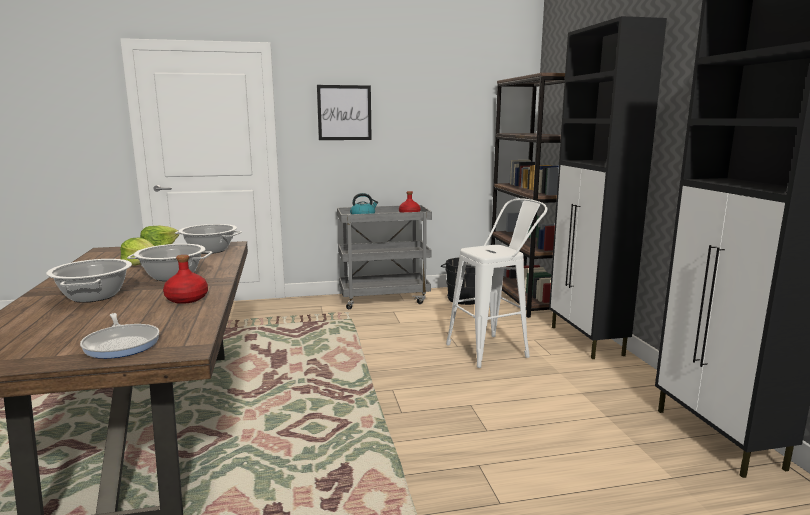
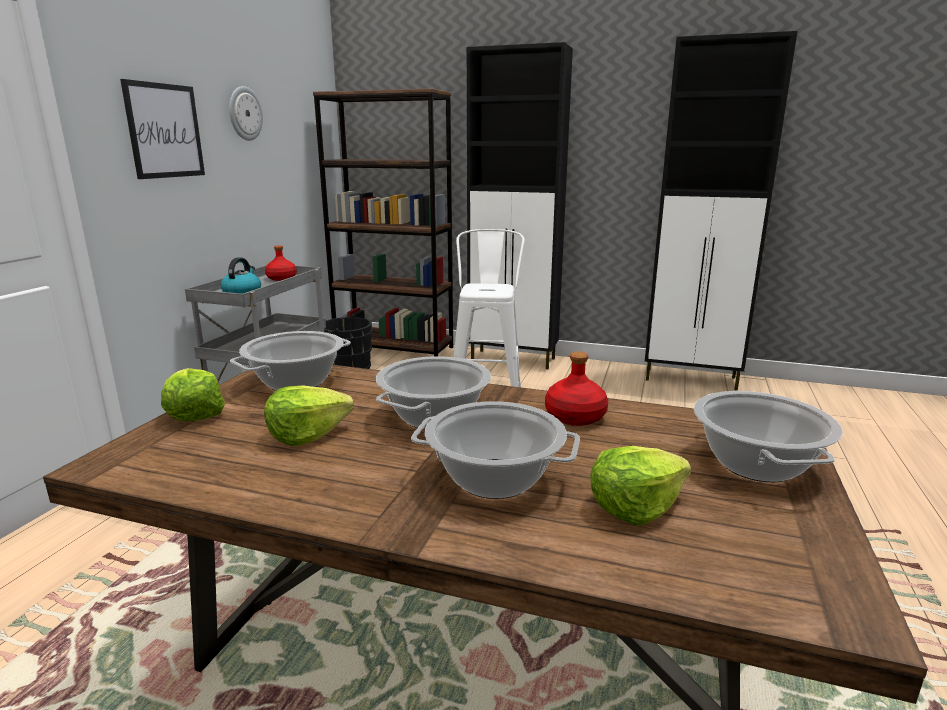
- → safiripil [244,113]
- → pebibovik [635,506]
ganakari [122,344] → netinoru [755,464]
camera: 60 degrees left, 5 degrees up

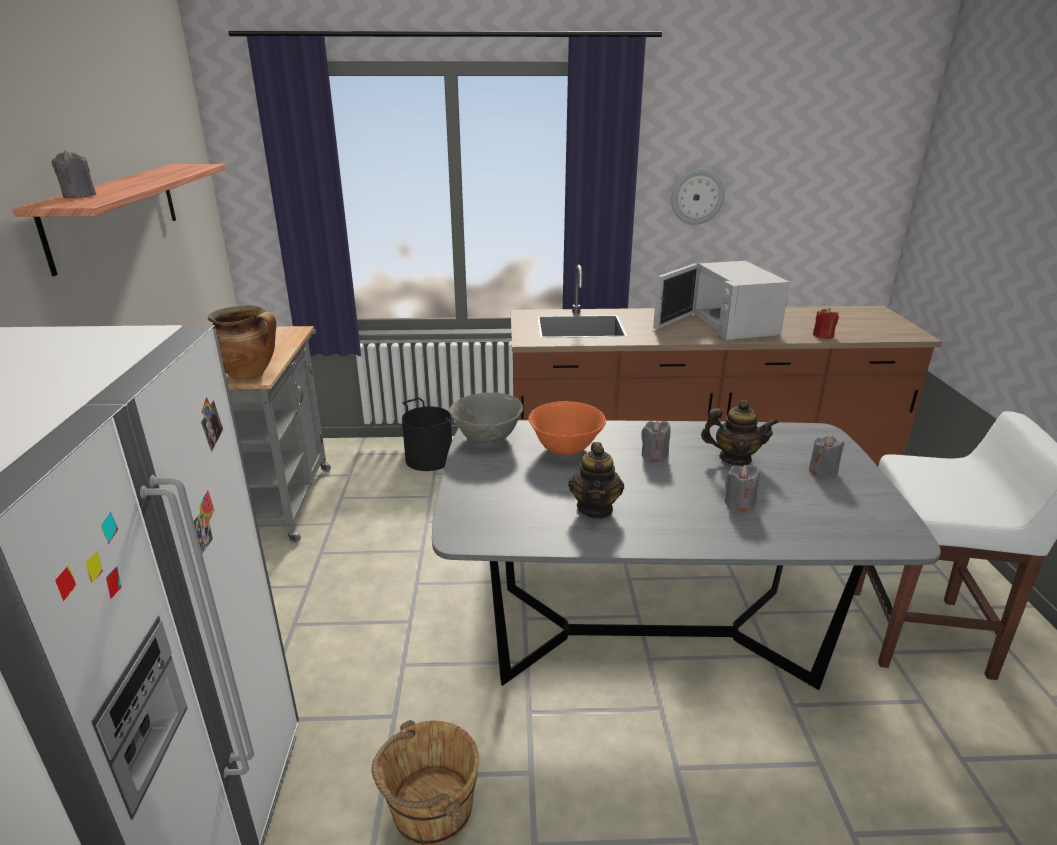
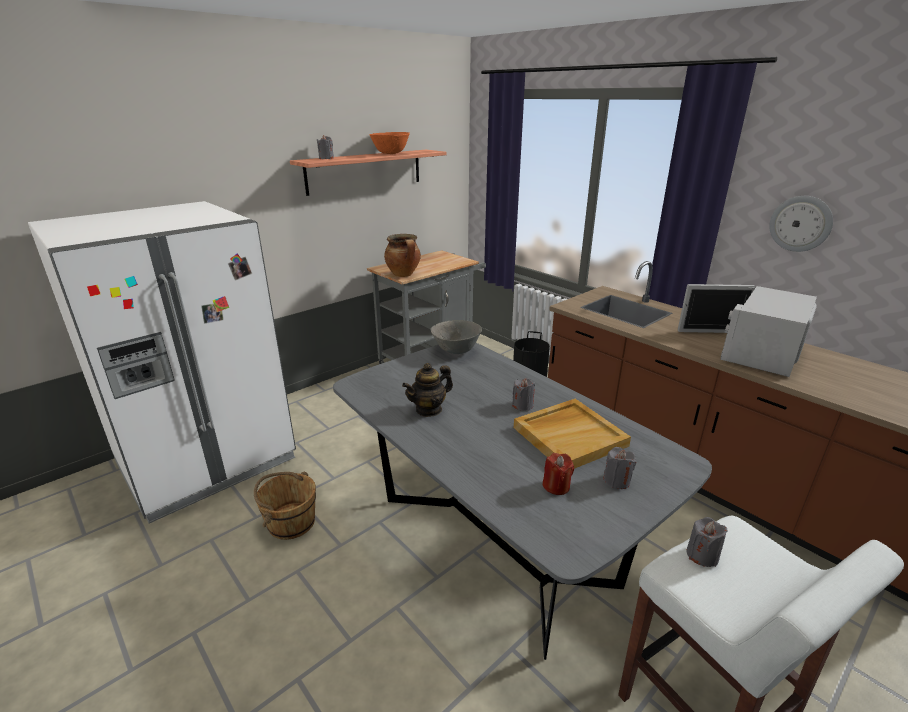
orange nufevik [566,449] → orange nufevik [390,154], relocated
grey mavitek [739,503] → grey mavitek [702,555], relocated
red mavitek [823,336] → red mavitek [556,486], relocated
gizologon [734,458] → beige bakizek [569,436]
camera: 50 degrees right, 0 degrees up

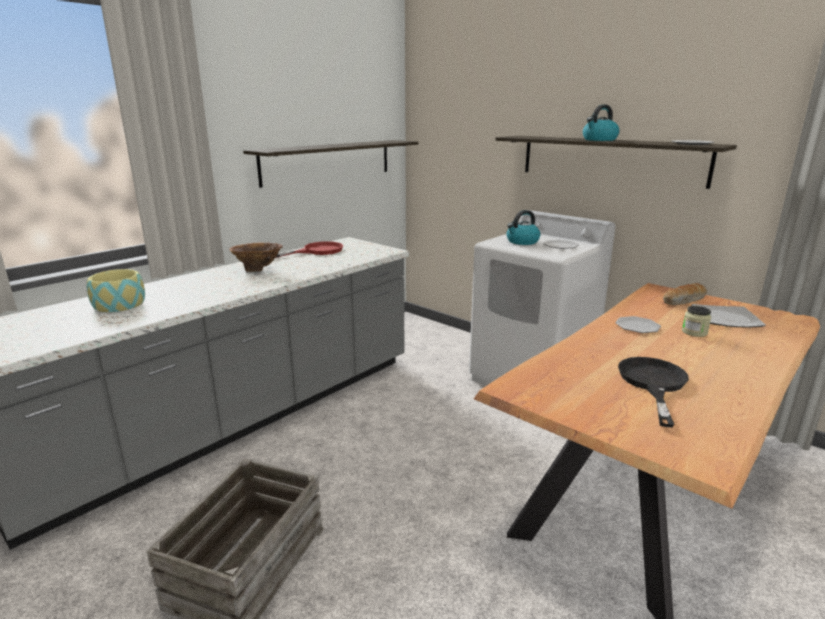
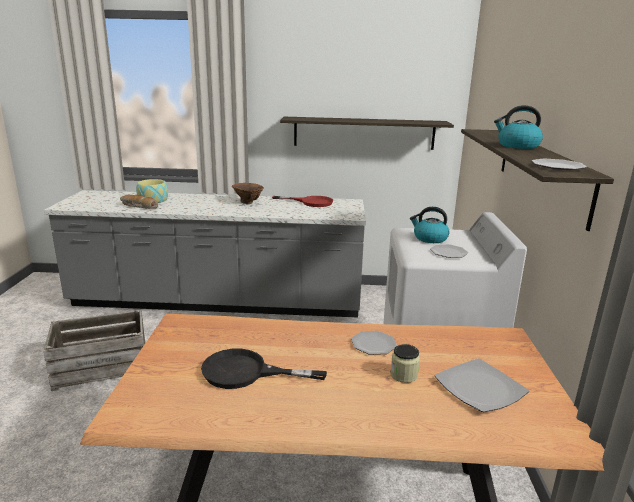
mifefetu [684,301] → mifefetu [138,206], relocated
black ganakari [652,384] → black ganakari [246,372], 150 degrees counterclockwise
camera: 50 degrees right, 0 degrees up

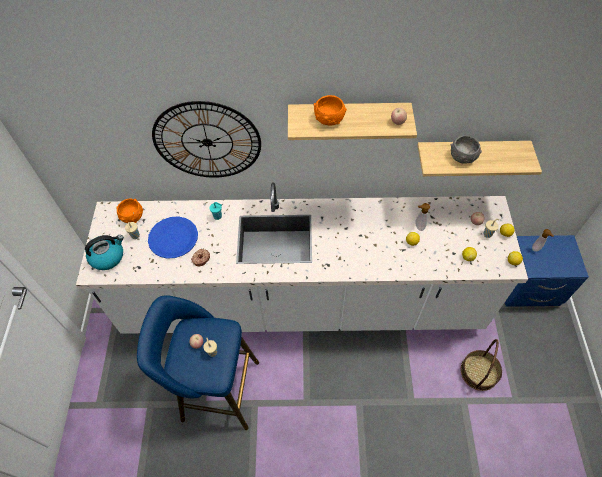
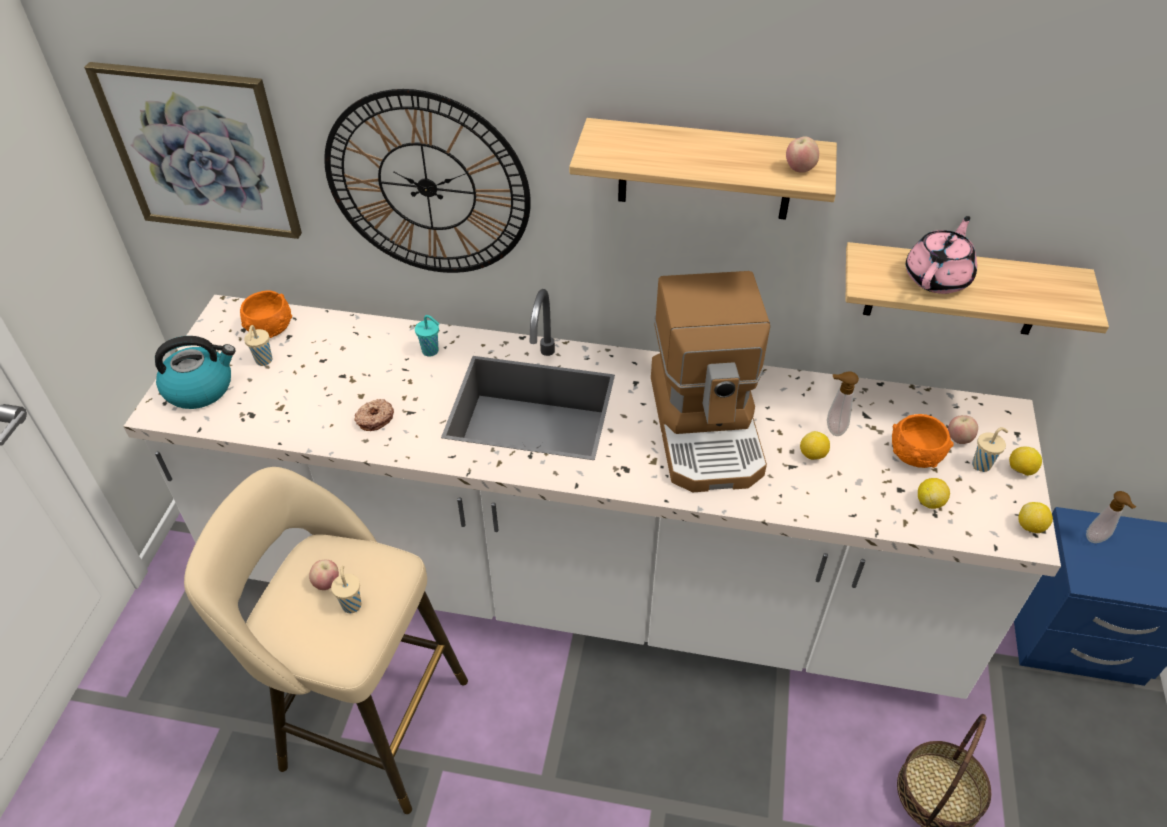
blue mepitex [173,238] → -
- → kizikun [201,152]
- → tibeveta [707,427]
orange nufevik [329,119] → orange nufevik [915,455], relocated
grey nufevik [462,157] → pink gizologon [937,278]
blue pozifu [215,390] → beige pozifu [365,720]
camera: 10 degrees right, 10 degrees down

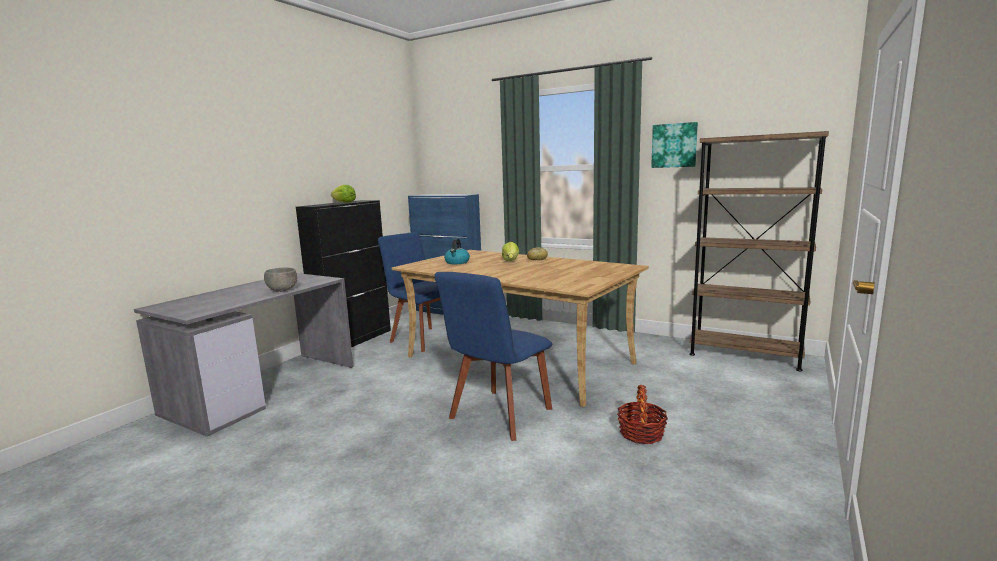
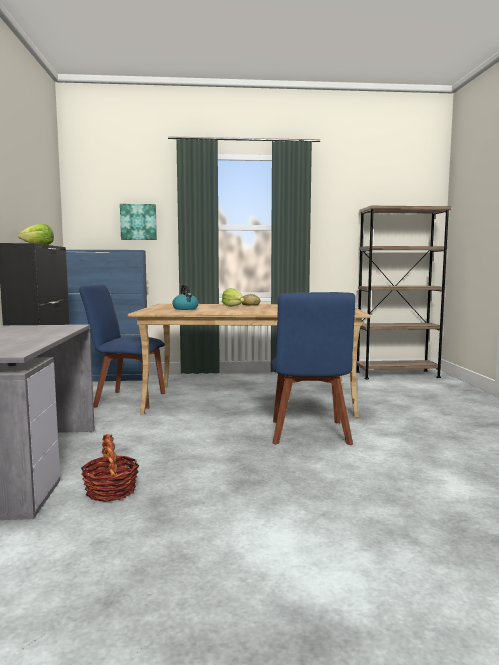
grey nufevik [282,290] → -
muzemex [641,433] → muzemex [111,491], relocated
kizikun [674,145] → kizikun [138,222], relocated
camera: 35 degrees left, 5 degrees down

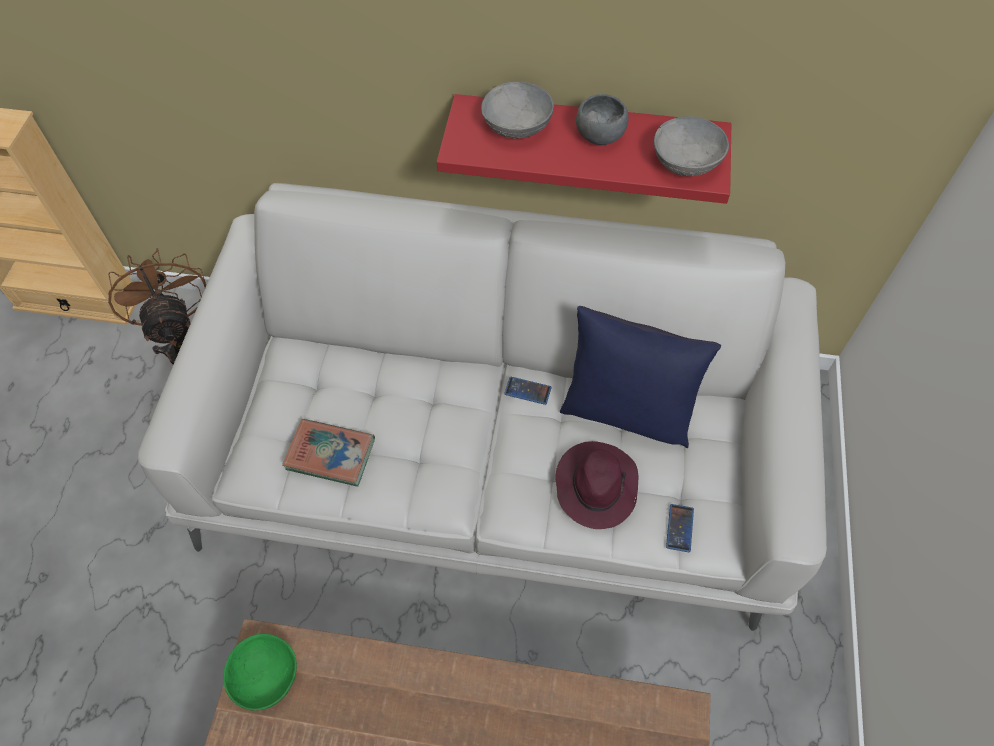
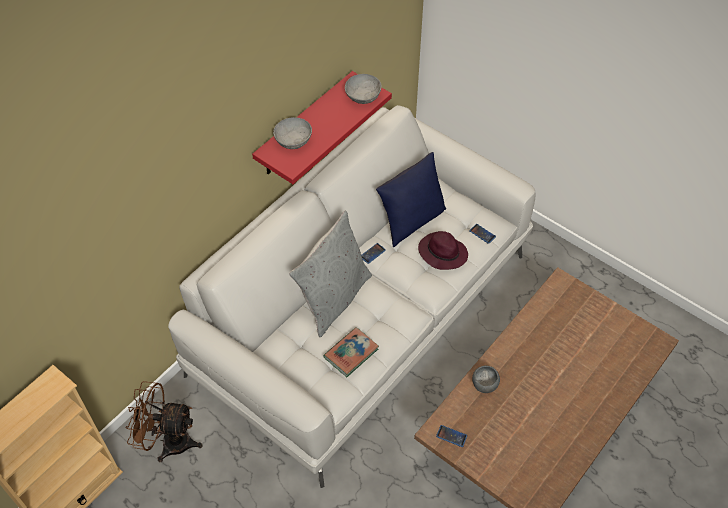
- → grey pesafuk [334,298]
grey nufevik [599,134] → grey nufevik [484,384], relocated
green nufevik [265,677] → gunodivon [451,436]
camera: 60 degrees left, 5 degrees down

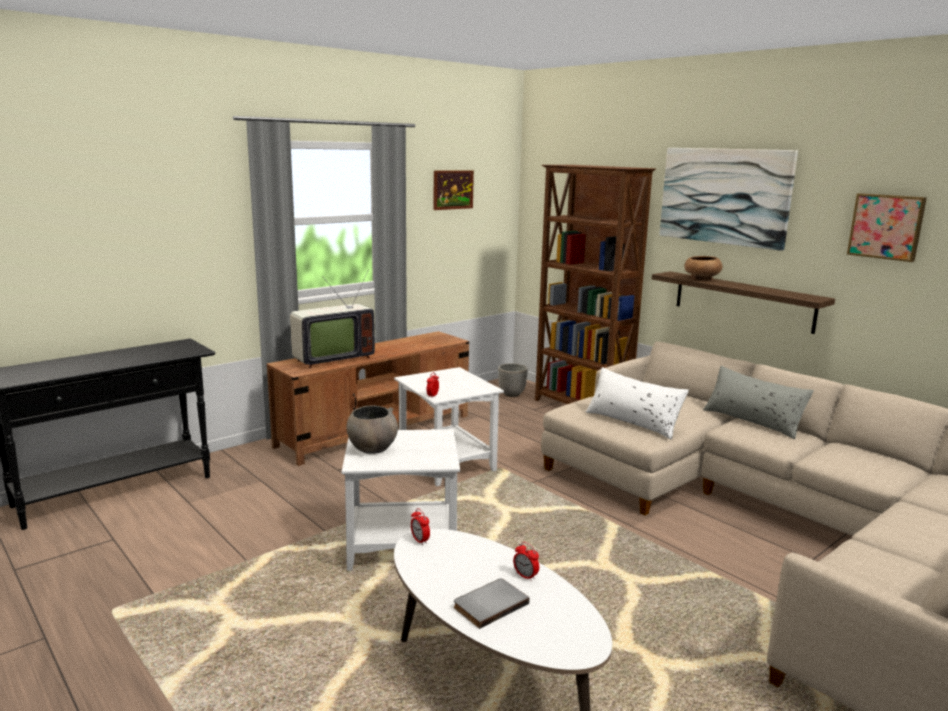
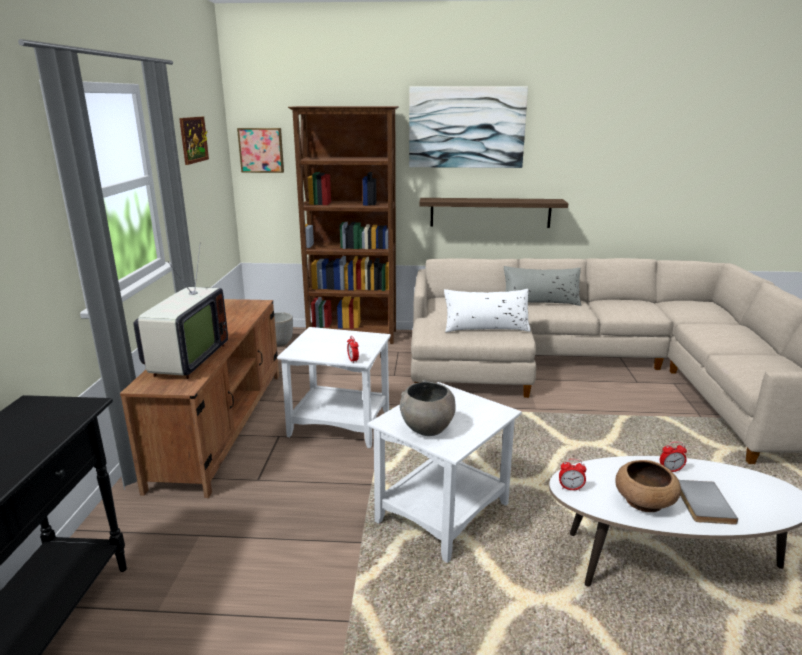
brown nufevik [701,279] → brown nufevik [644,502], relocated
kizikun [886,226] → kizikun [261,150], relocated
camera: 45 degrees left, 5 degrees up

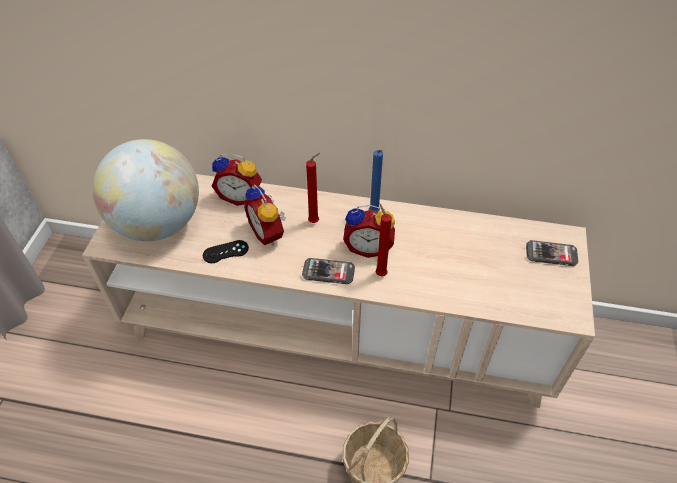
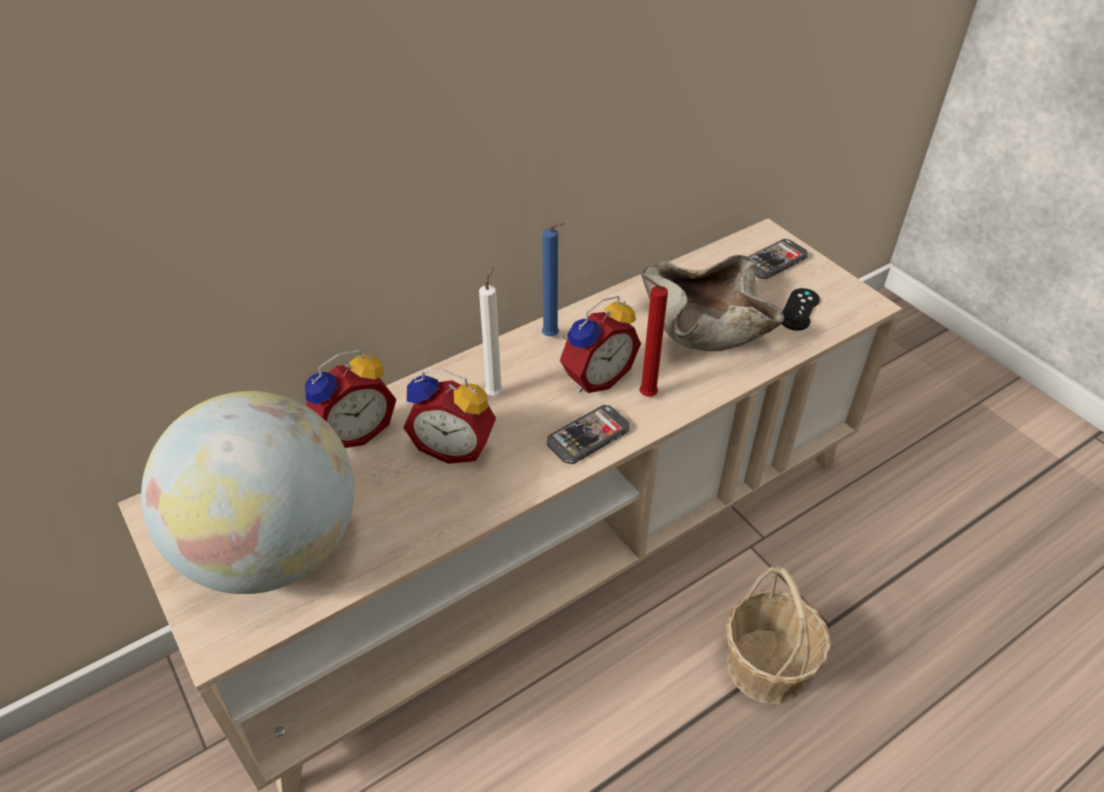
- → beige nufevik [705,322]
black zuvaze [225,252] → black zuvaze [799,309], relocated
red mavitek [315,221] → white mavitek [495,392]
camera: 45 degrees left, 5 degrees down

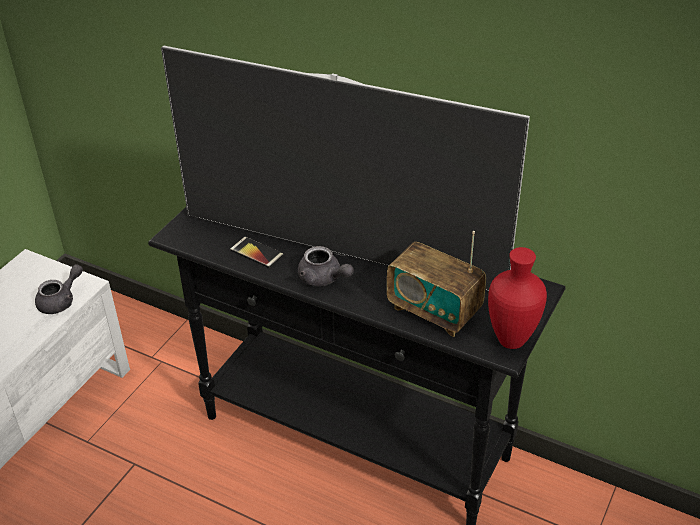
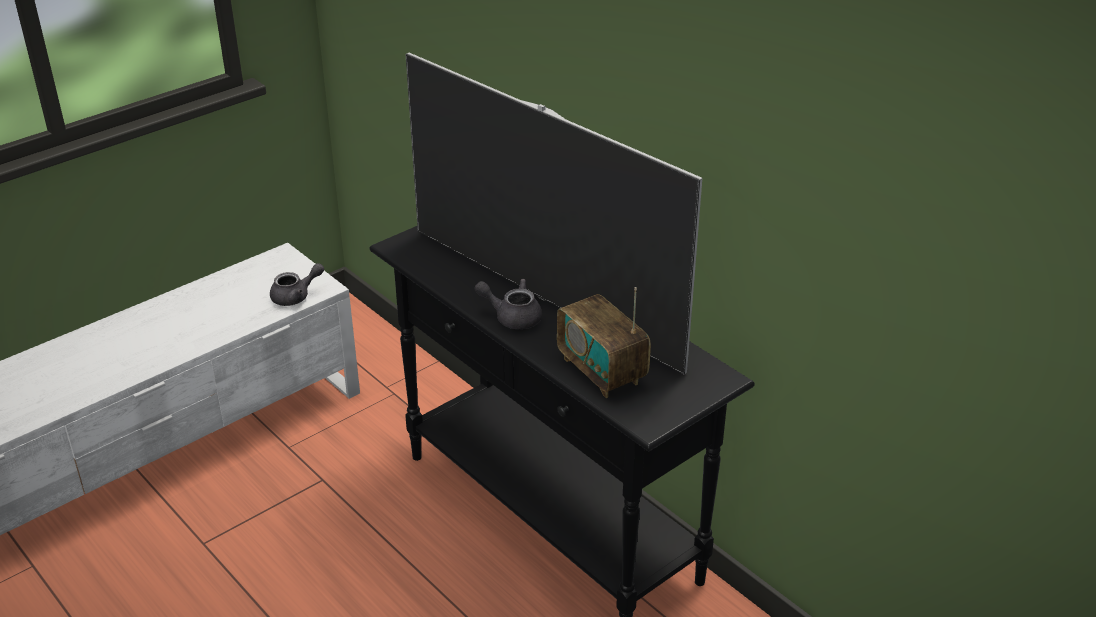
gunodivon [256,253] → -
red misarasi [511,342] → -
grey gizologon [323,279] → grey gizologon [512,316], 135 degrees clockwise
camera: 20 degrees right, 5 degrees down

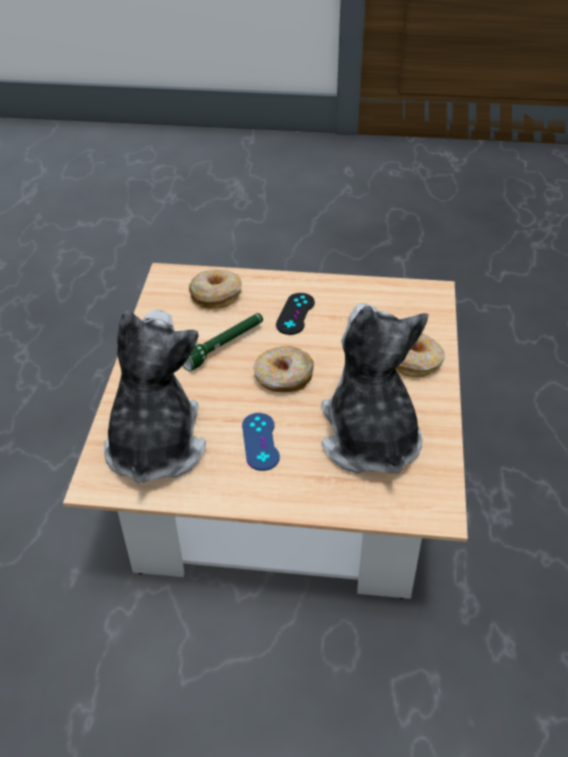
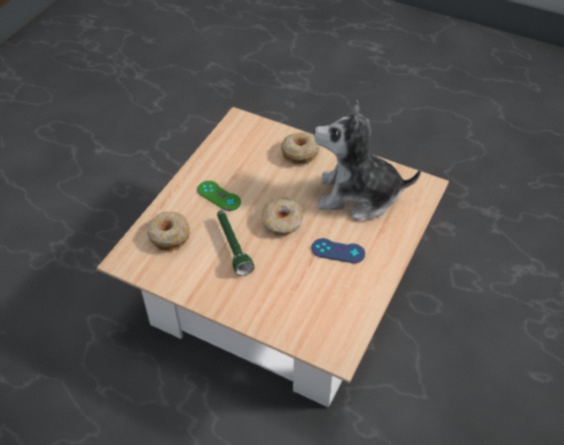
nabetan [155,445] → -
black zuvaze [295,314] → green zuvaze [219,196]
camera: 70 degrees left, 5 degrees up

